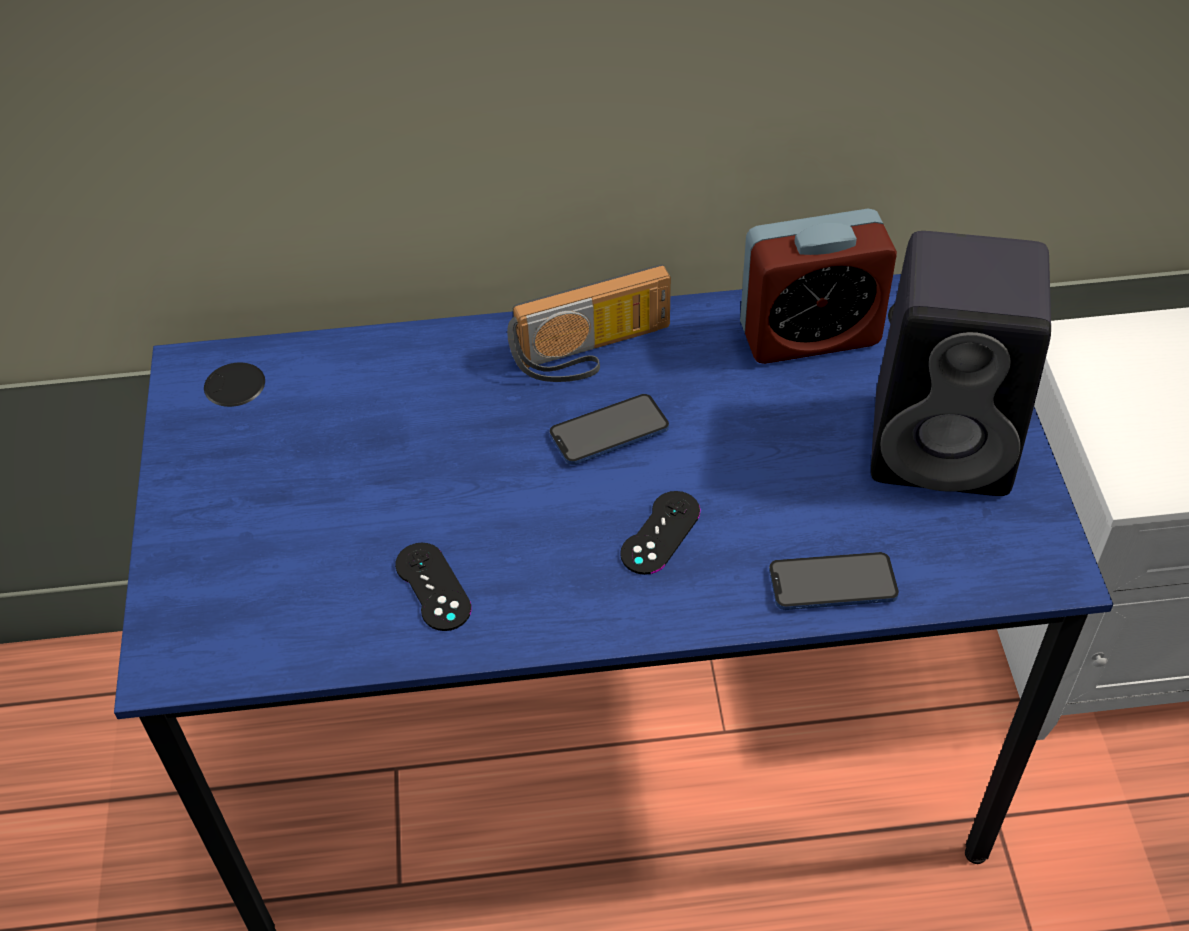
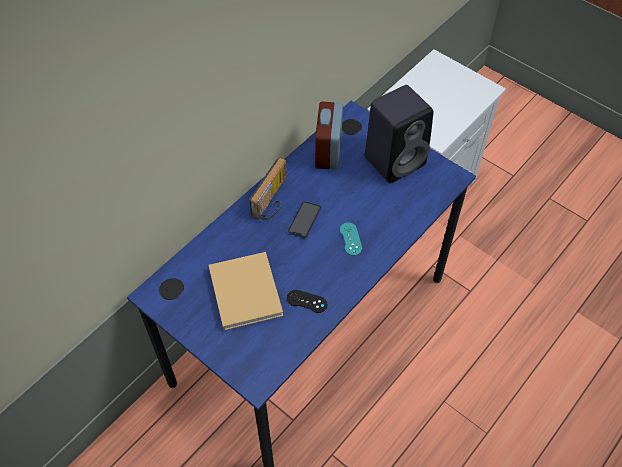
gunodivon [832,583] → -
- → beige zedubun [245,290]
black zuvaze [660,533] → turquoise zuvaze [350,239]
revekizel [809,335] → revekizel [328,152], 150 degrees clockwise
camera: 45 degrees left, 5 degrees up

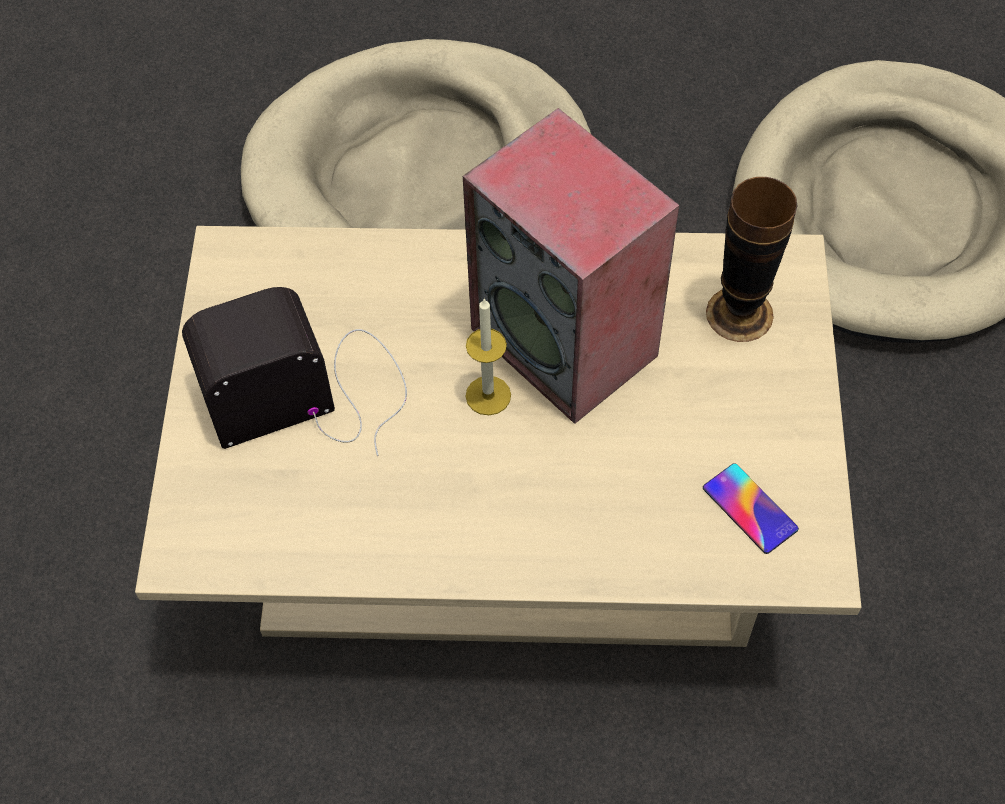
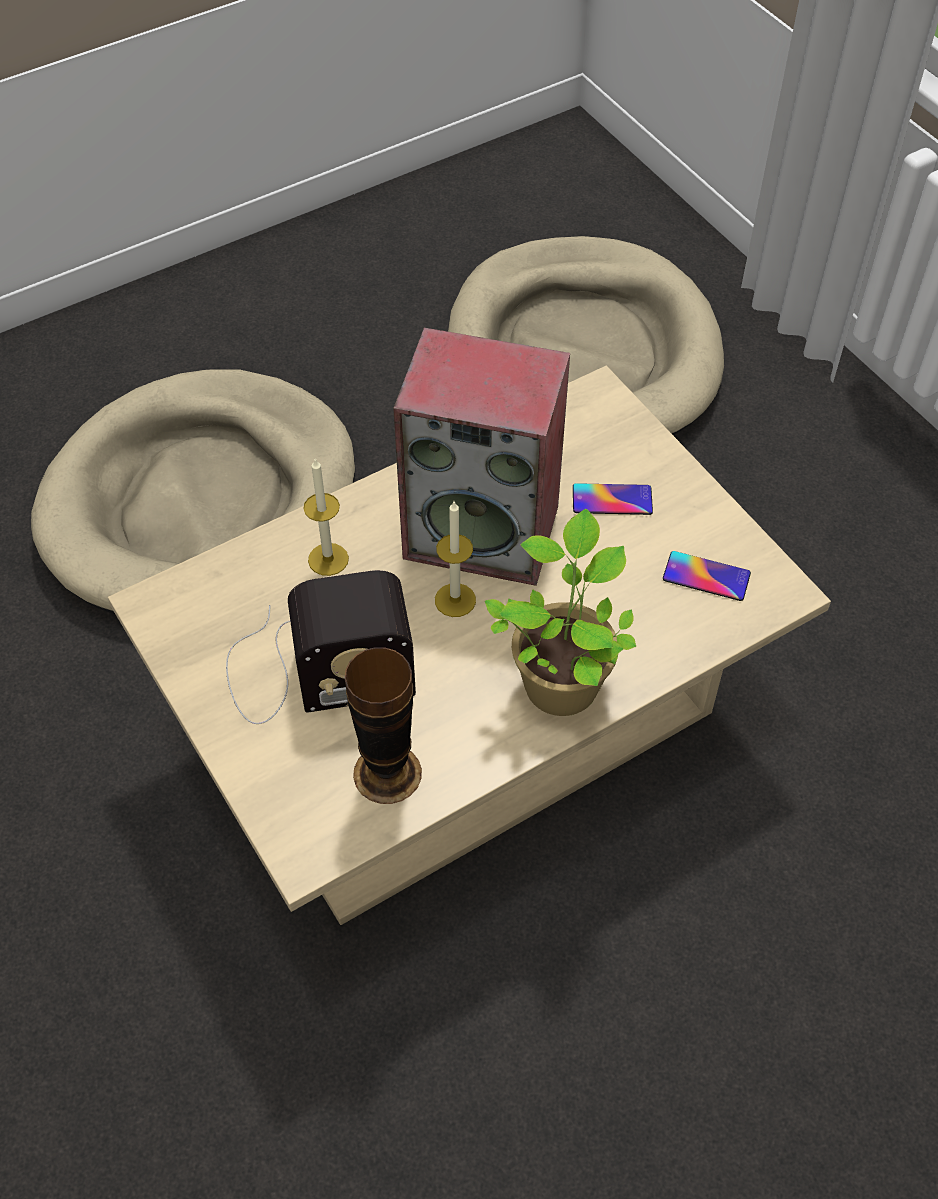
- → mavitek [328,559]
- → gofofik [561,680]
- → gunodivon [612,500]
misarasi [739,313] → misarasi [387,773], relocated
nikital [312,392] → nikital [313,671], 135 degrees counterclockwise
camera: 35 degrees left, 5 degrees down

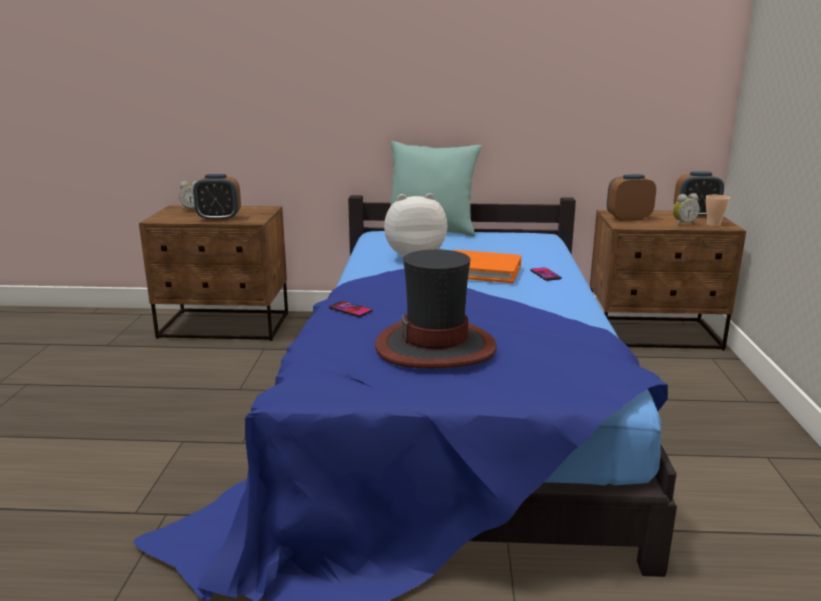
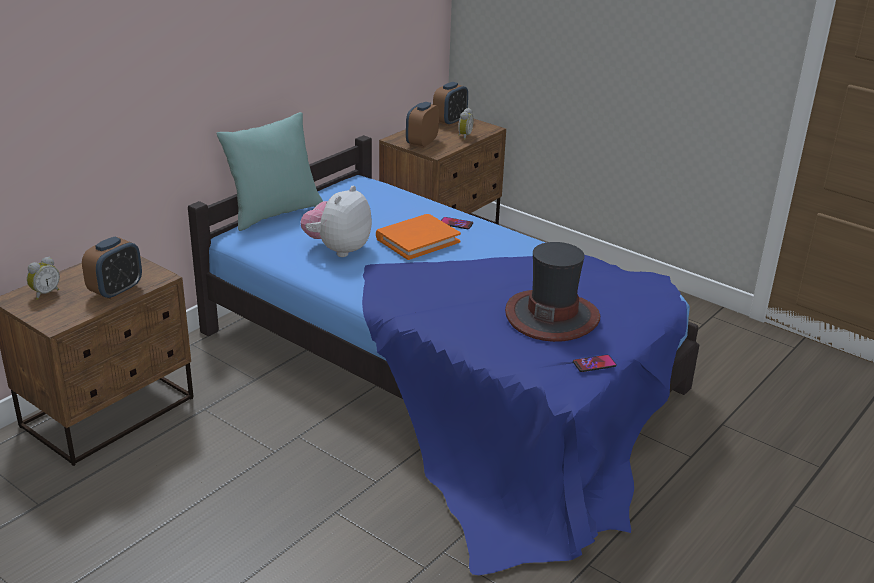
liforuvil [713,224] → -
gunodivon [350,310] → gunodivon [594,364], relocated
camera: 55 degrees left, 10 degrees up

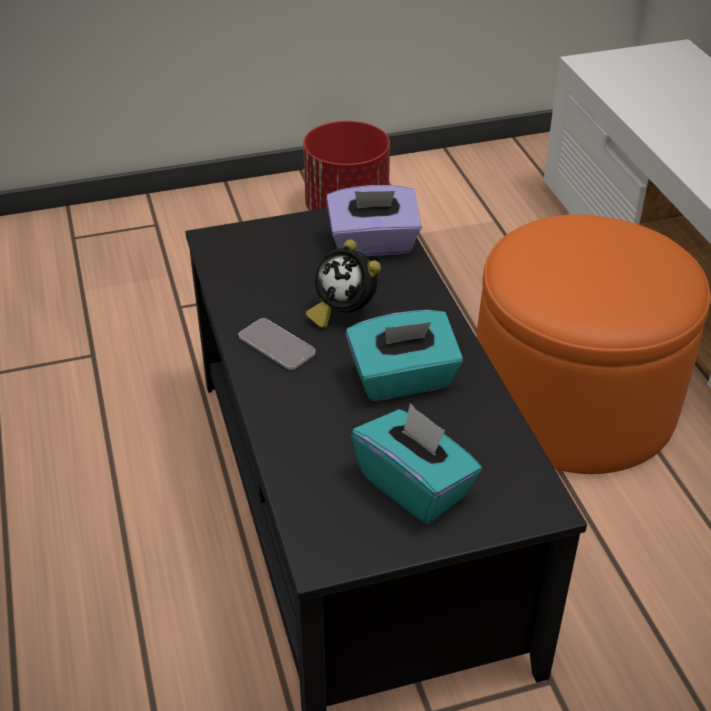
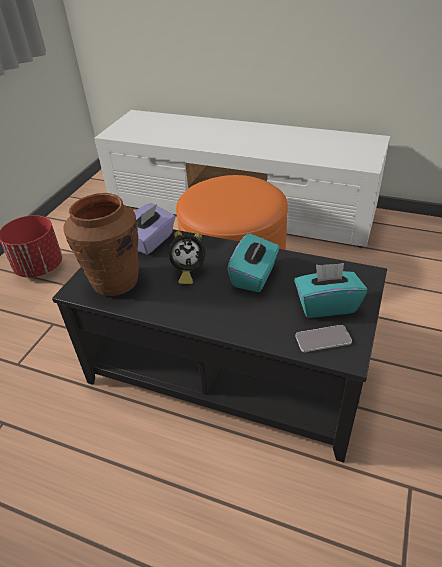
- → brown misarasi [115,281]
gunodivon [276,345] → gunodivon [323,339], relocated
camera: 50 degrees left, 0 degrees up

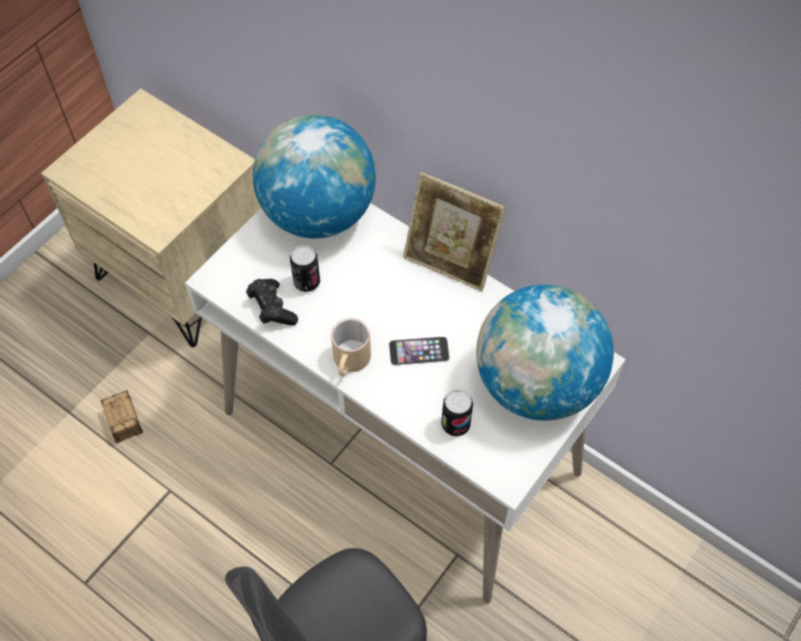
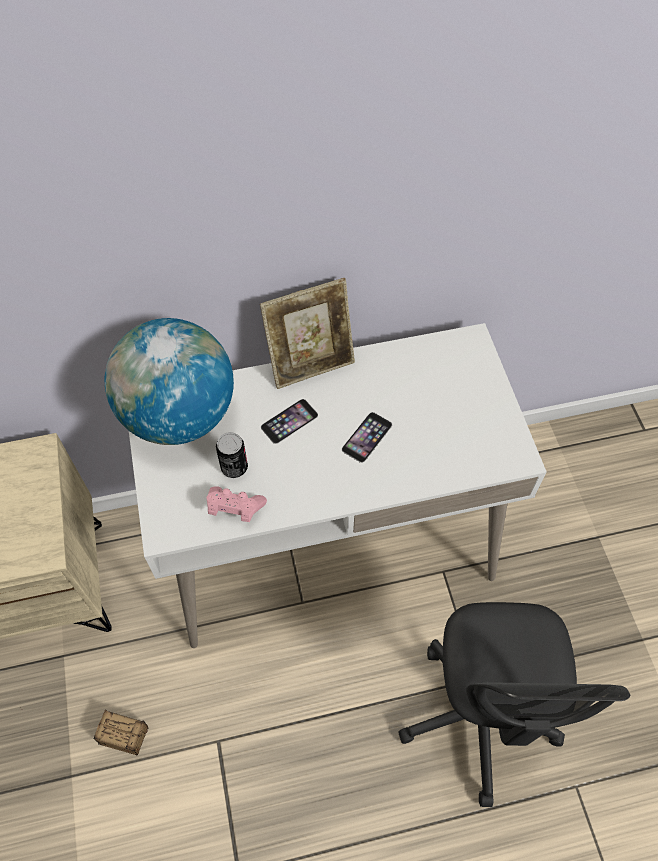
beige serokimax [351,363] → -
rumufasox [455,424] → -
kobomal [536,383] → -
- → gunodivon [289,421]
black zuvaze [272,308] → pink zuvaze [234,509]
camera: 50 degrees left, 0 degrees up

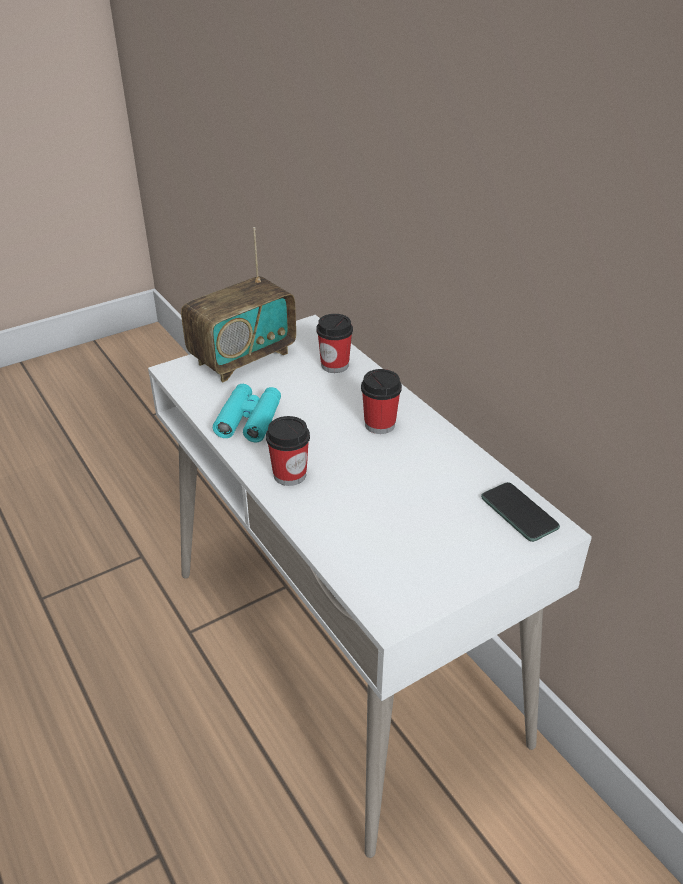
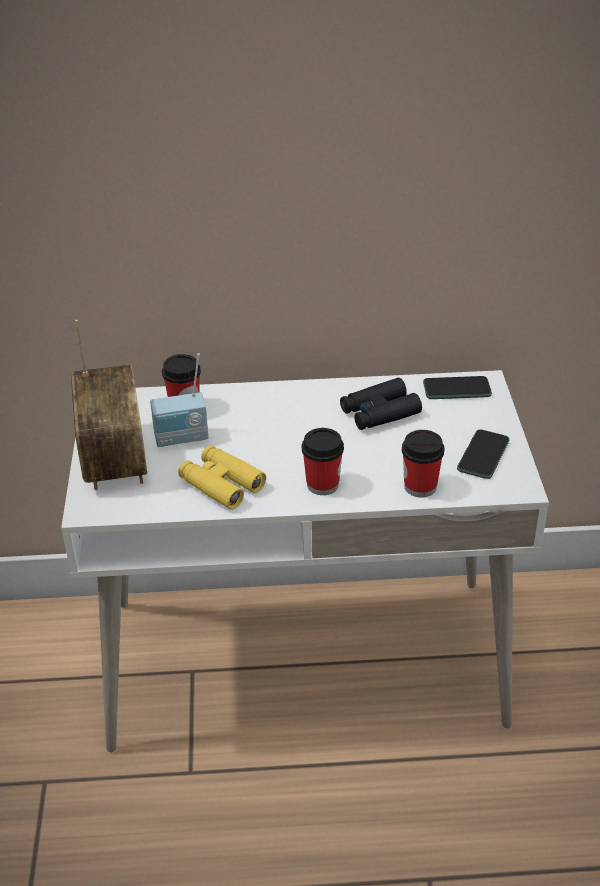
- → nikital [182,439]
- → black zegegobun [379,412]
- → gunodivon [483,455]
liforuvil [379,424] → liforuvil [420,487], relocated
turquoise zegegobun [249,420] → yellow zegegobun [221,484]
camera: 60 degrees left, 0 degrees up

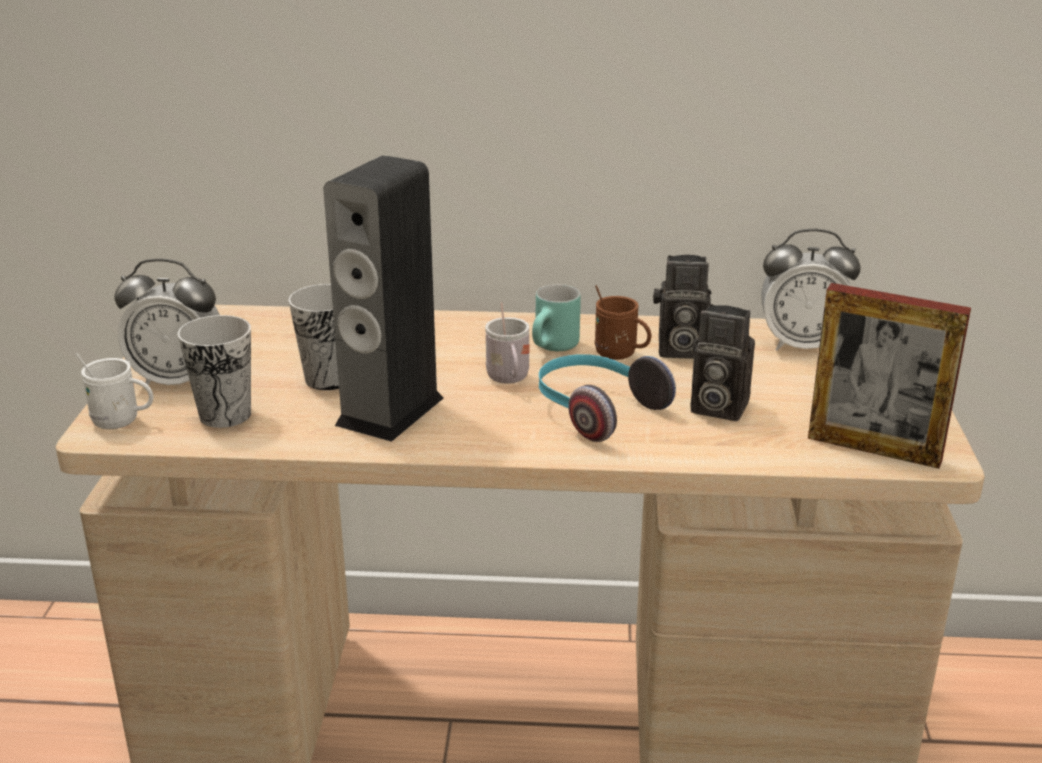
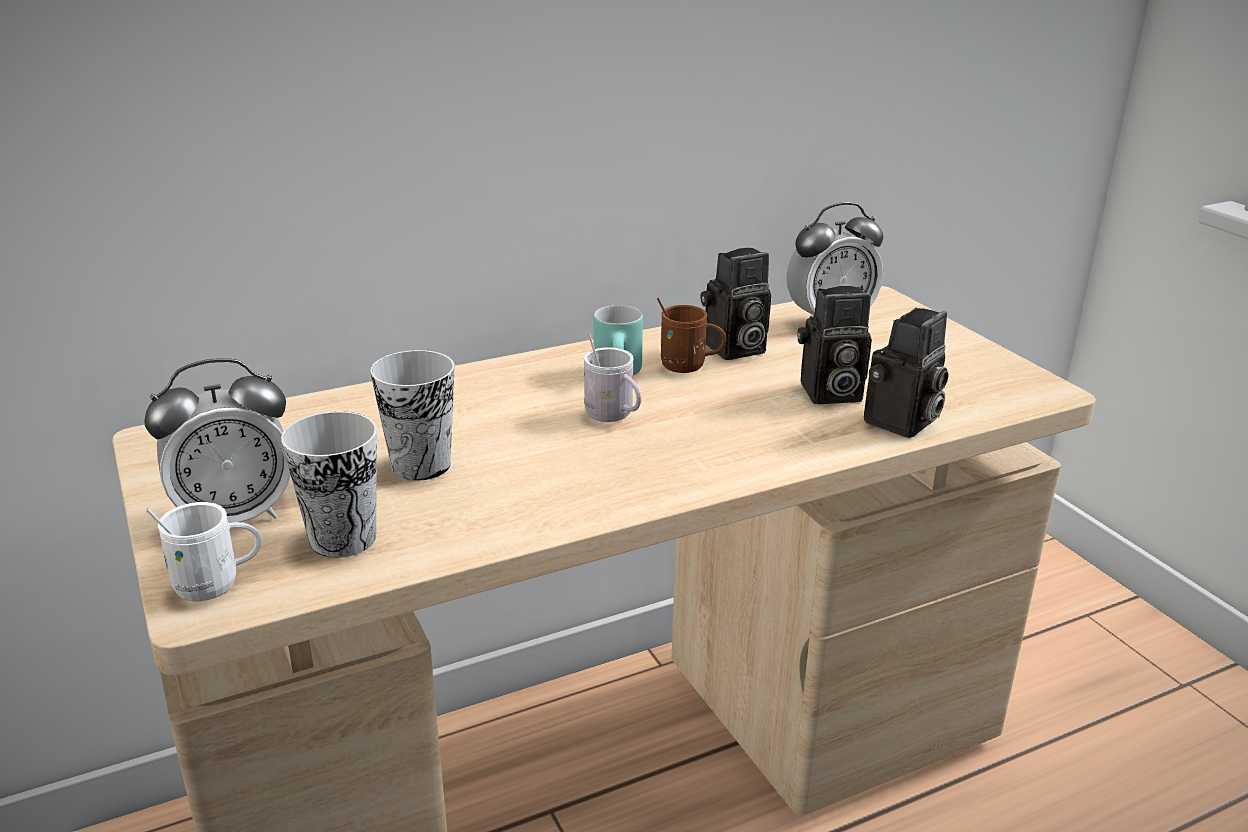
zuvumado [390,411] → -
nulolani [595,411] → -
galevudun [874,449] → -
- → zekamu [901,424]
camera: 30 degrees left, 0 degrees up

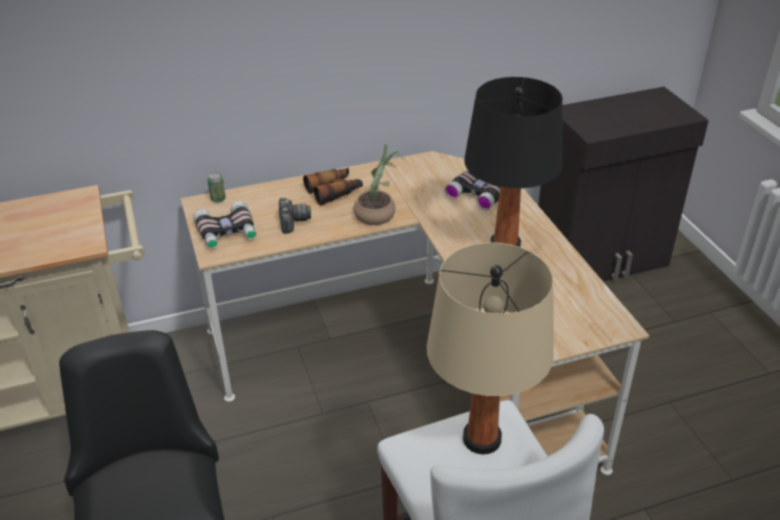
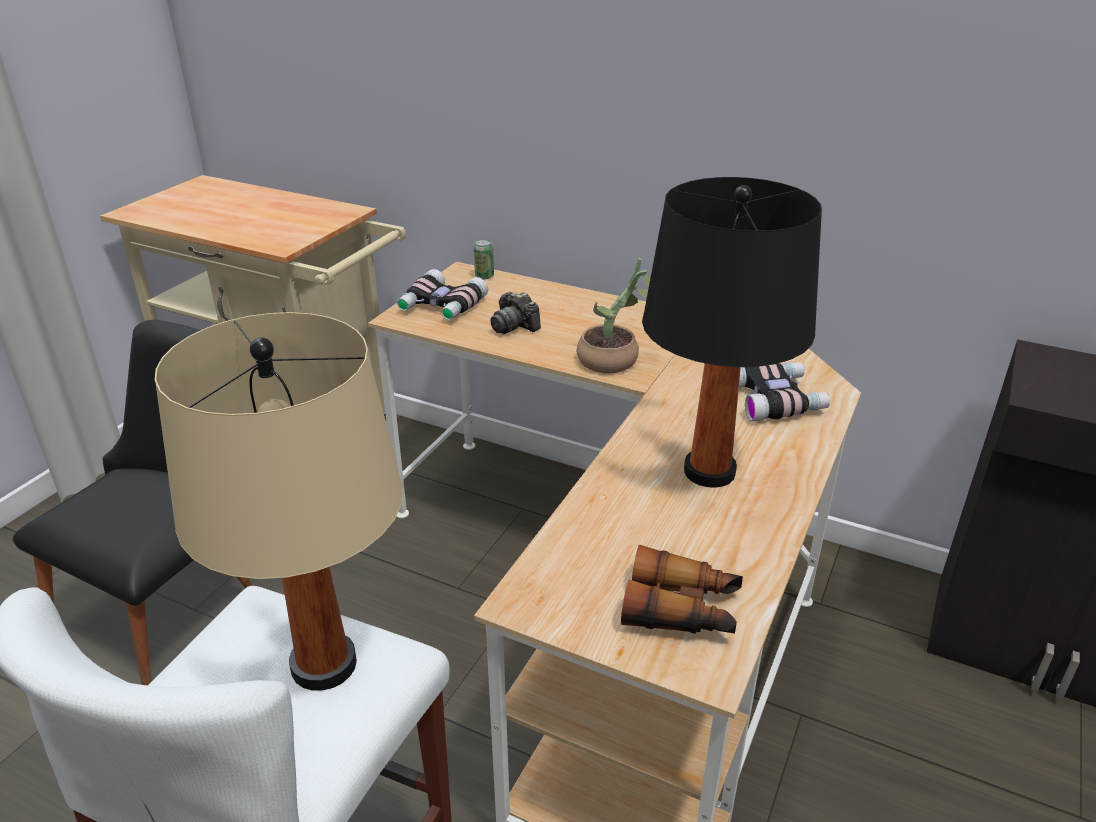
zegegobun [334,191] → zegegobun [682,609], relocated
zekamu [292,222] → zekamu [514,326], 105 degrees clockwise
camera: 45 degrees right, 5 degrees down

